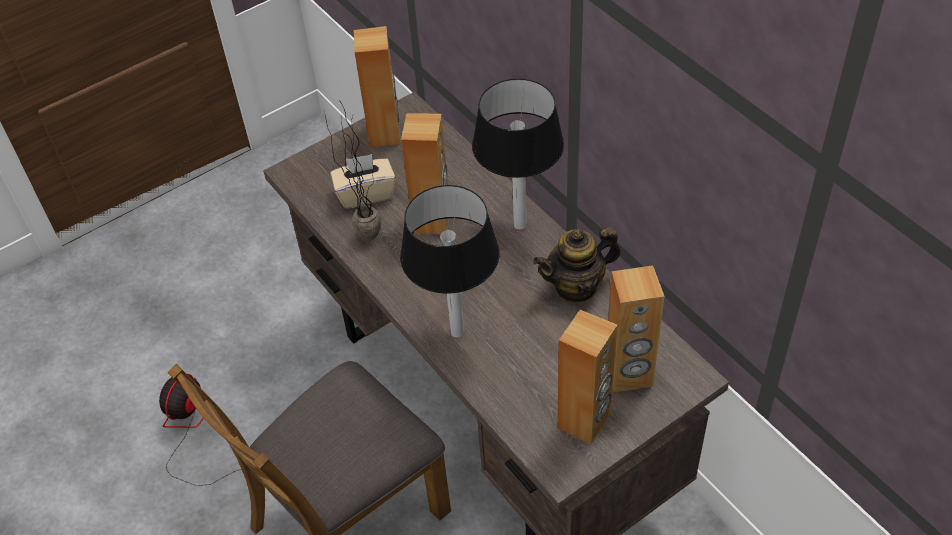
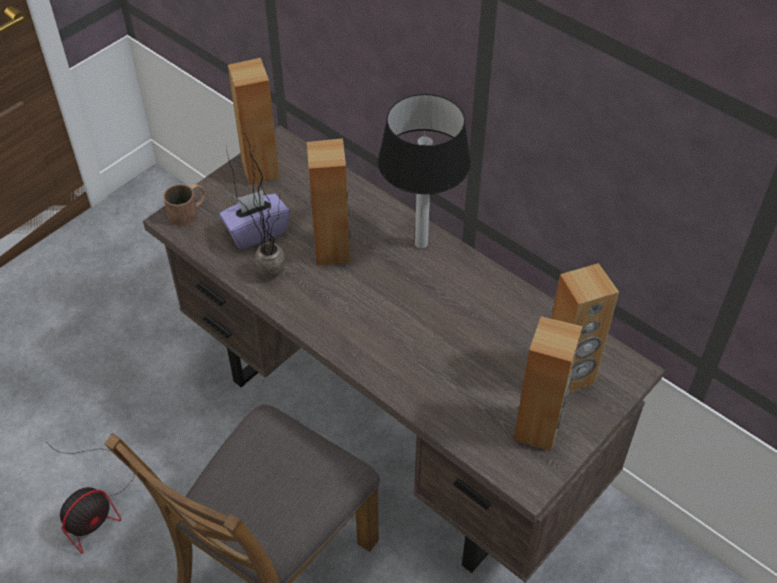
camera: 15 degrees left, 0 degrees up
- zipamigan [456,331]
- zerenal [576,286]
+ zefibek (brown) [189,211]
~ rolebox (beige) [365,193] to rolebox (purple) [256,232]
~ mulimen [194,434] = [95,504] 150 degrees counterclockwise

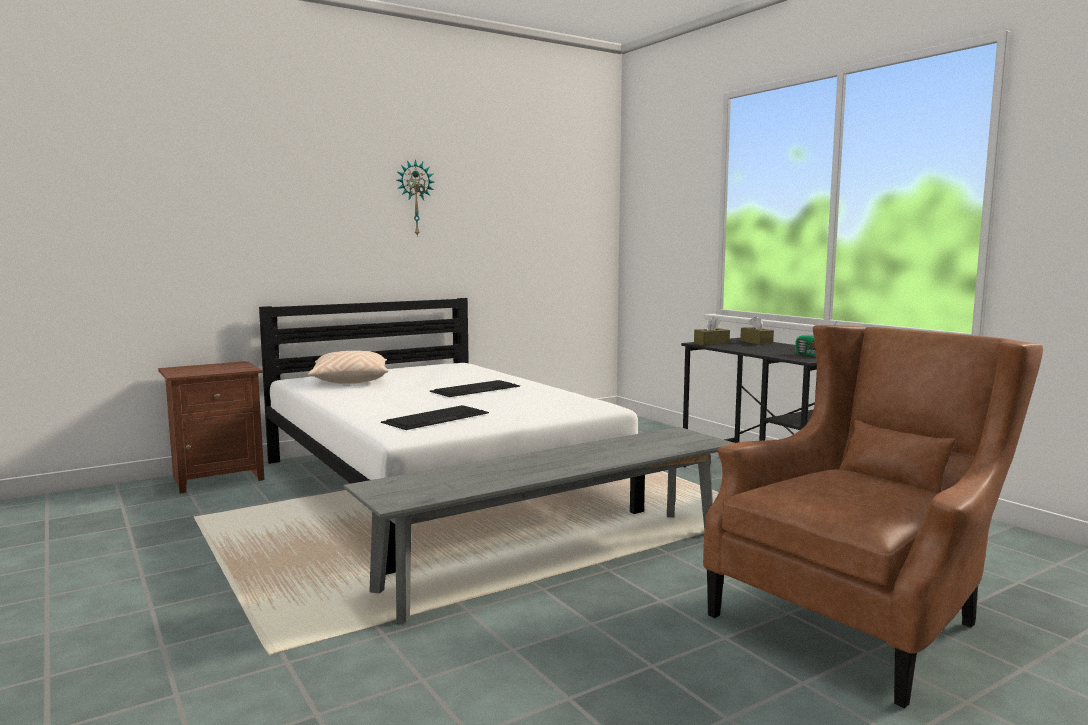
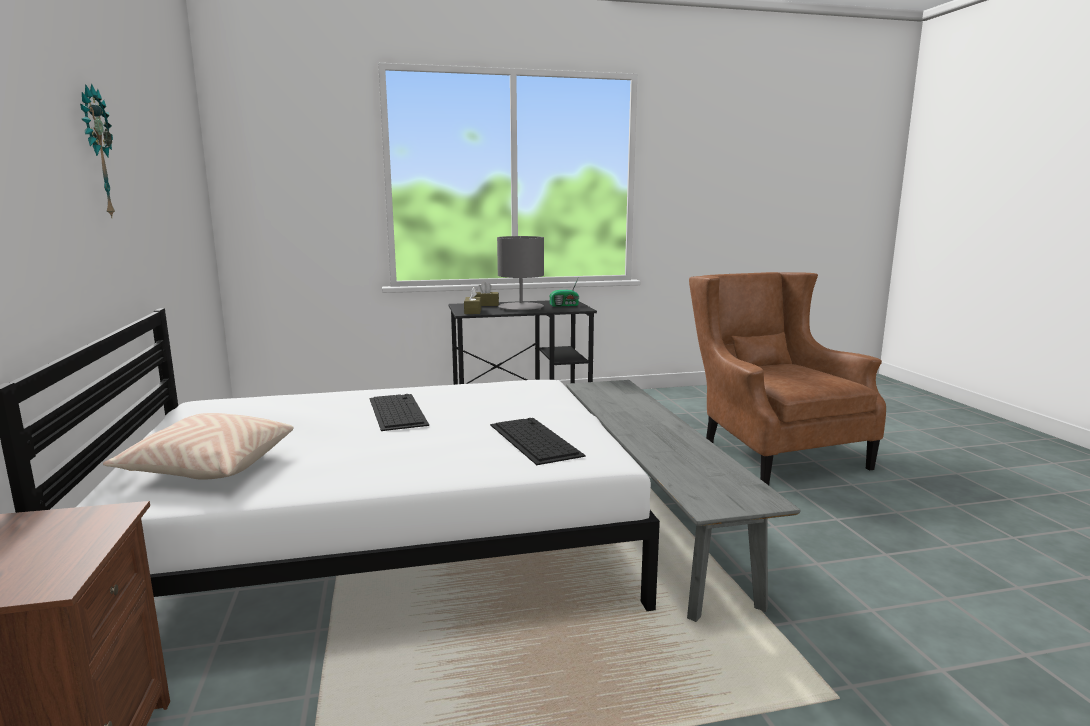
camera: 70 degrees left, 5 degrees up
+ zipamigan (grey) [521,307]

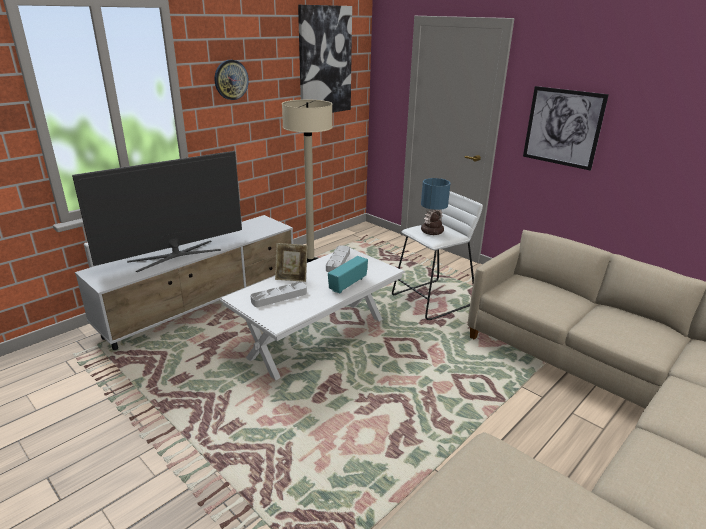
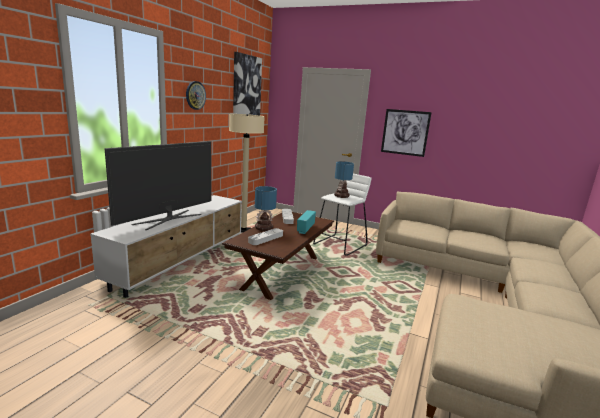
camera: 20 degrees left, 10 degrees down
~ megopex [291,278] to zipamigan [264,228]
~ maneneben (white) [318,338] to maneneben (brown) [282,273]

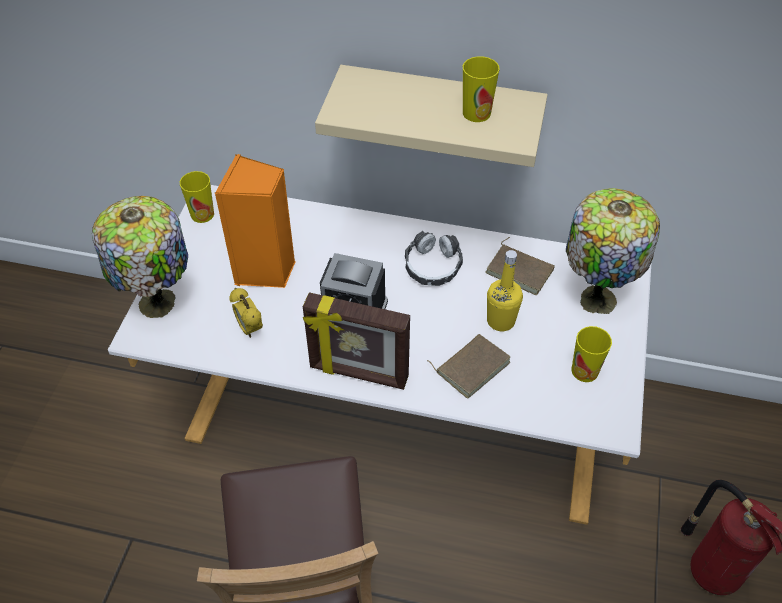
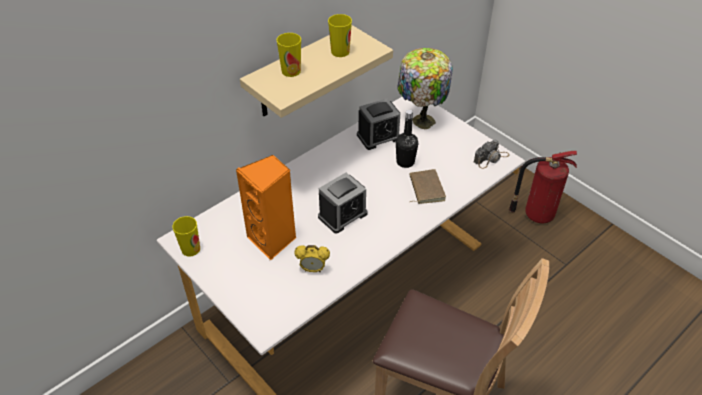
camera: 55 degrees left, 5 degrees down
- zipamigan [159,305]
- megopex [358,374]
- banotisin [432,266]
+ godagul [491,158]
~ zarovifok [584,371] to [291,71]
~ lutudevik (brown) [520,270] to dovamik [378,136]
~ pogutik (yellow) [500,321] to pogutik (black) [405,162]

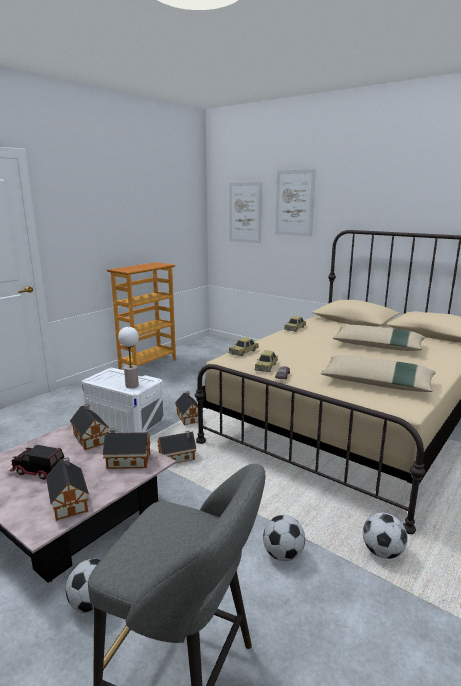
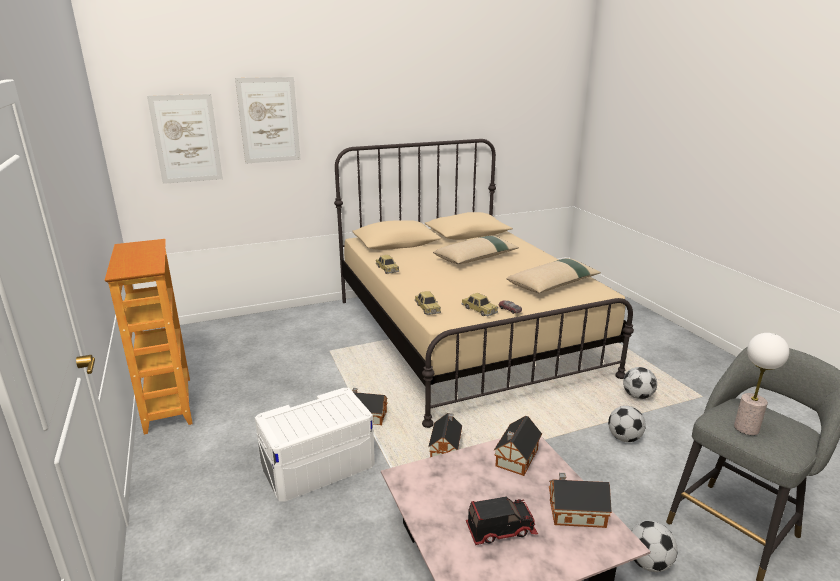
camera: 60 degrees left, 5 degrees up
- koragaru [90,437]
~ zipamigan [132,385] to [746,428]
~ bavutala [38,472] = [500,529] 150 degrees counterclockwise

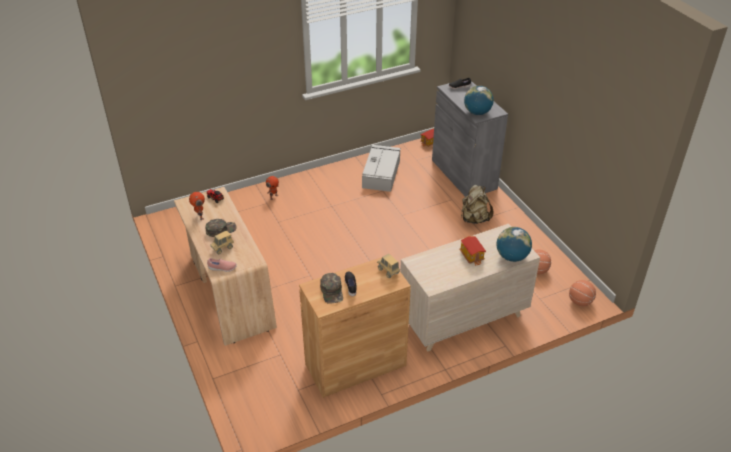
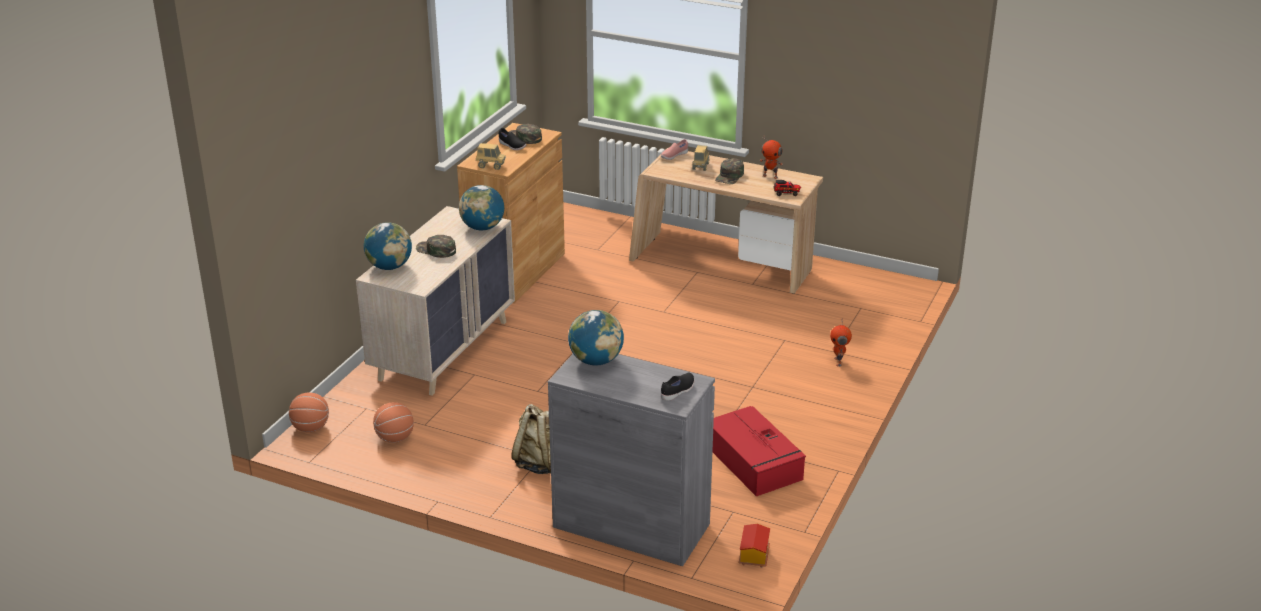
camera: 140 degrees right, 10 degrees down
+ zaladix [482,228]
~ koragaru [472,256] to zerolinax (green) [436,250]
~ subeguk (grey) [381,173] to subeguk (red) [753,462]

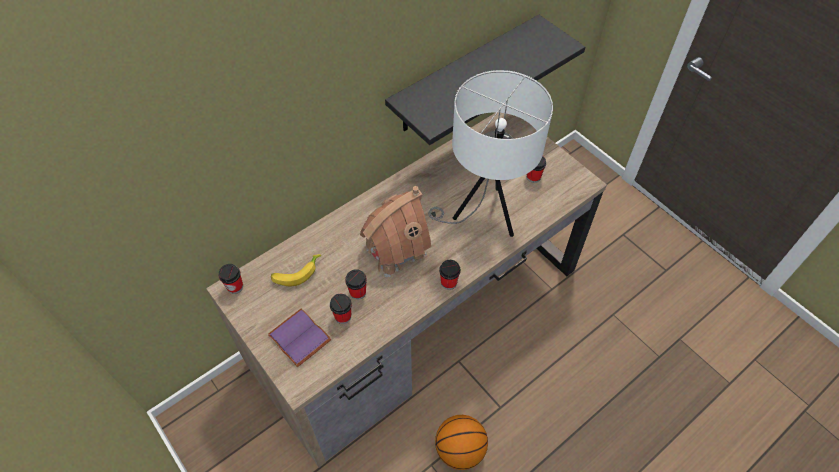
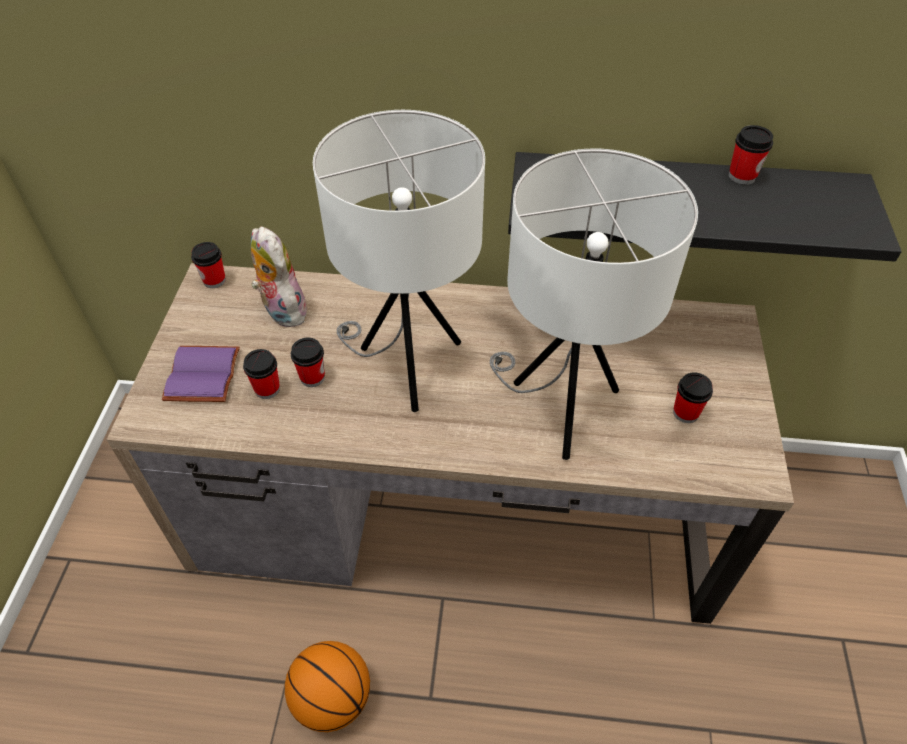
camera: 45 degrees right, 5 degrees down
~ zarovifok [449,282] to [742,176]
~ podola [296,273] to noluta [281,310]
~ koragaru [395,249] to zipamigan (white) [407,365]

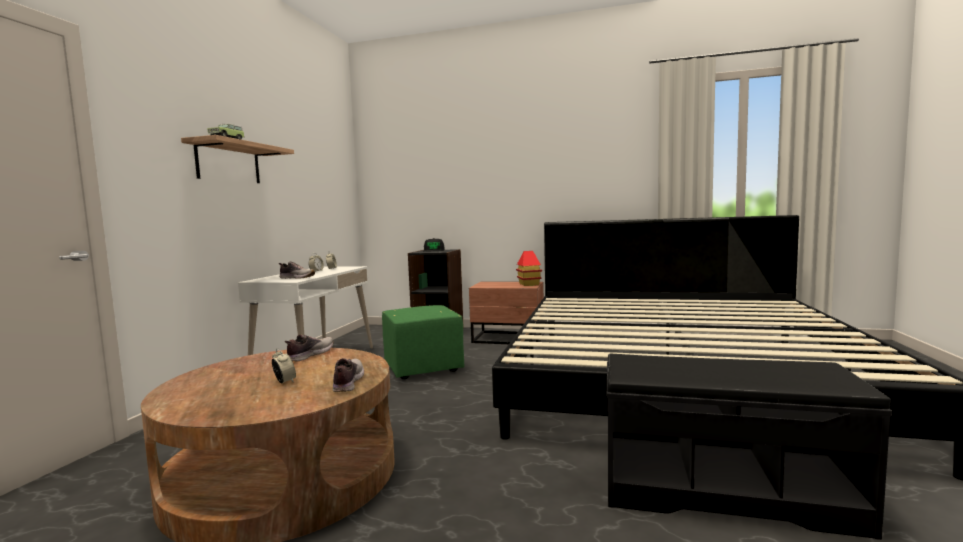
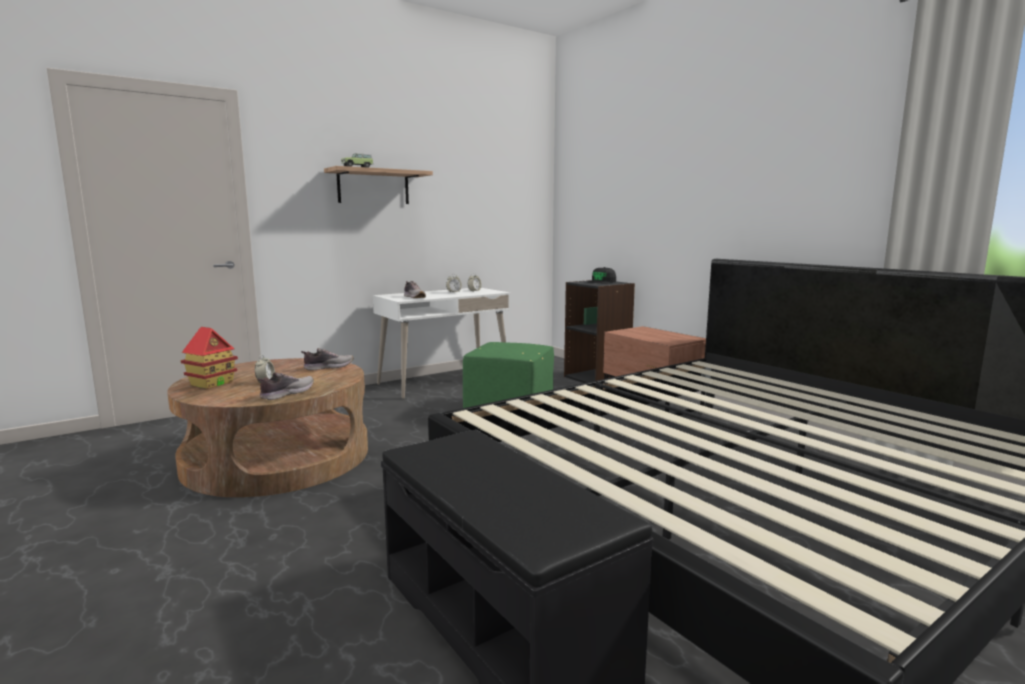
camera: 40 degrees right, 5 degrees up
~ koragaru [529,284] to [212,383]

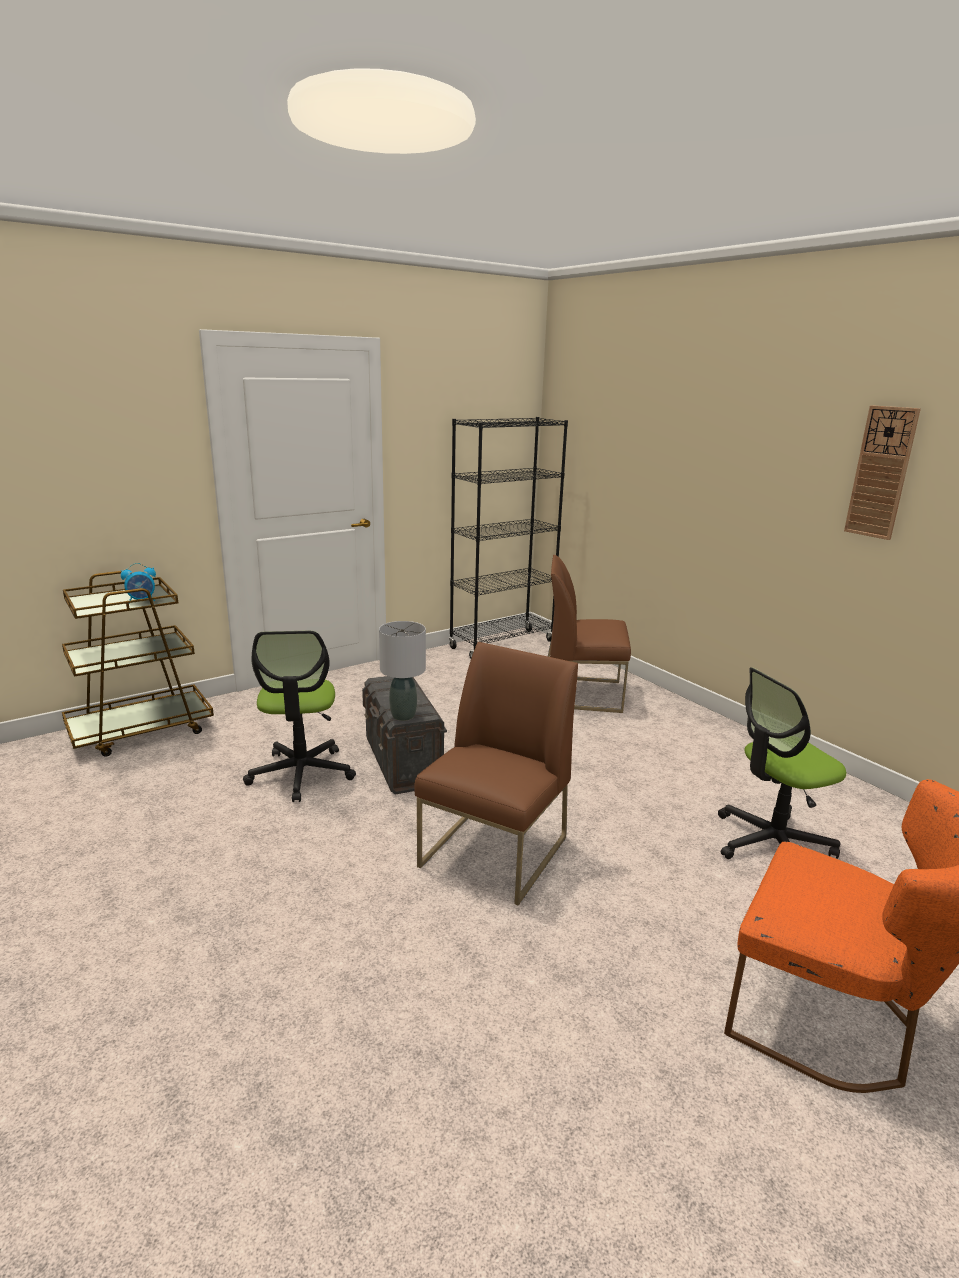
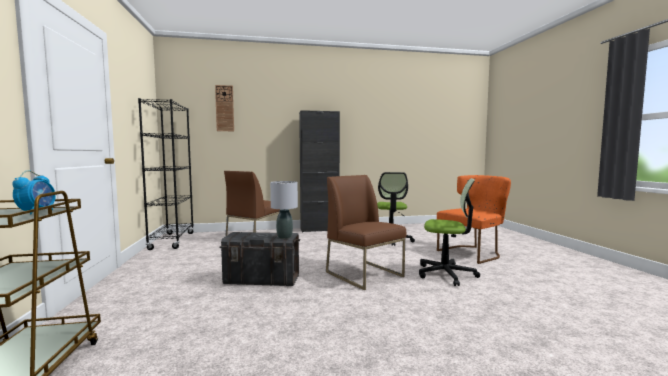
camera: 65 degrees left, 15 degrees down
+ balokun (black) [319,229]
~ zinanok [301,774] to [446,274]
~ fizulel [881,473] to [224,108]

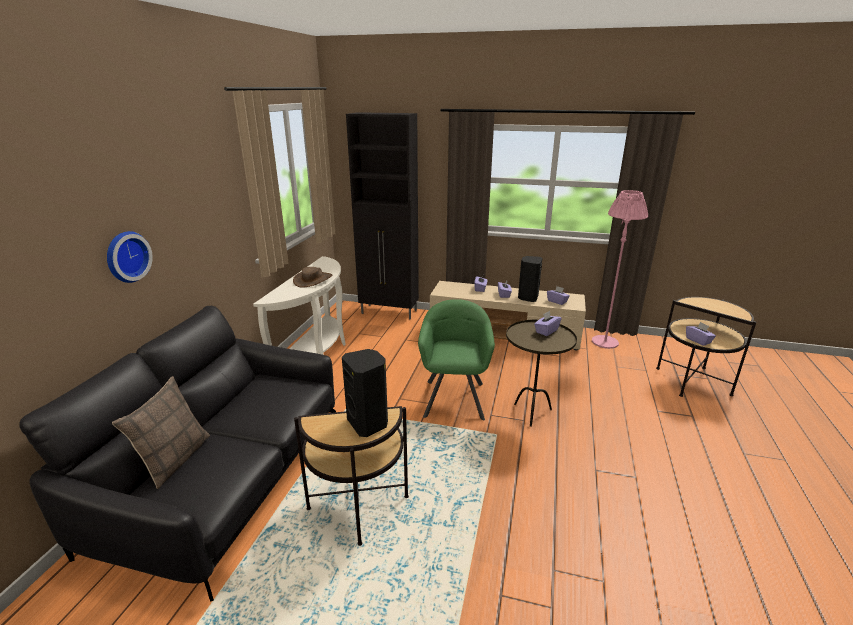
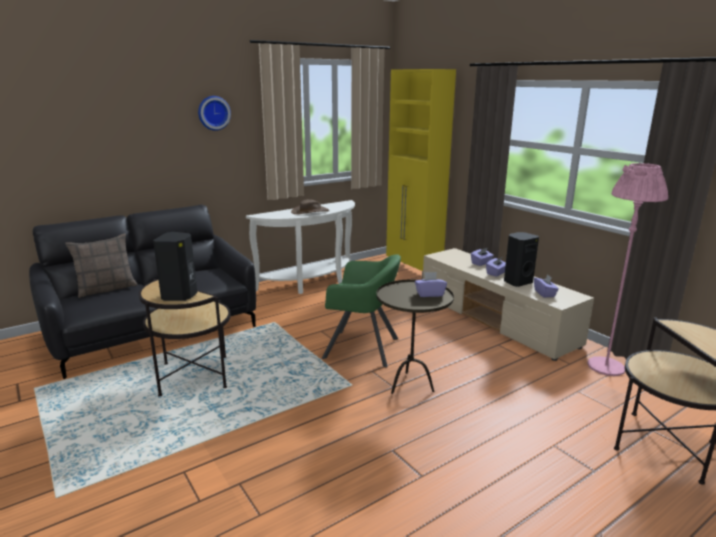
camera: 40 degrees right, 5 degrees down
- rolebox (purple) [698,340]
~ fizulel [126,256] to [213,113]
~ balokun (black) [389,312] to balokun (yellow) [413,273]
~ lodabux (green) [455,399] = [362,348] 60 degrees clockwise

